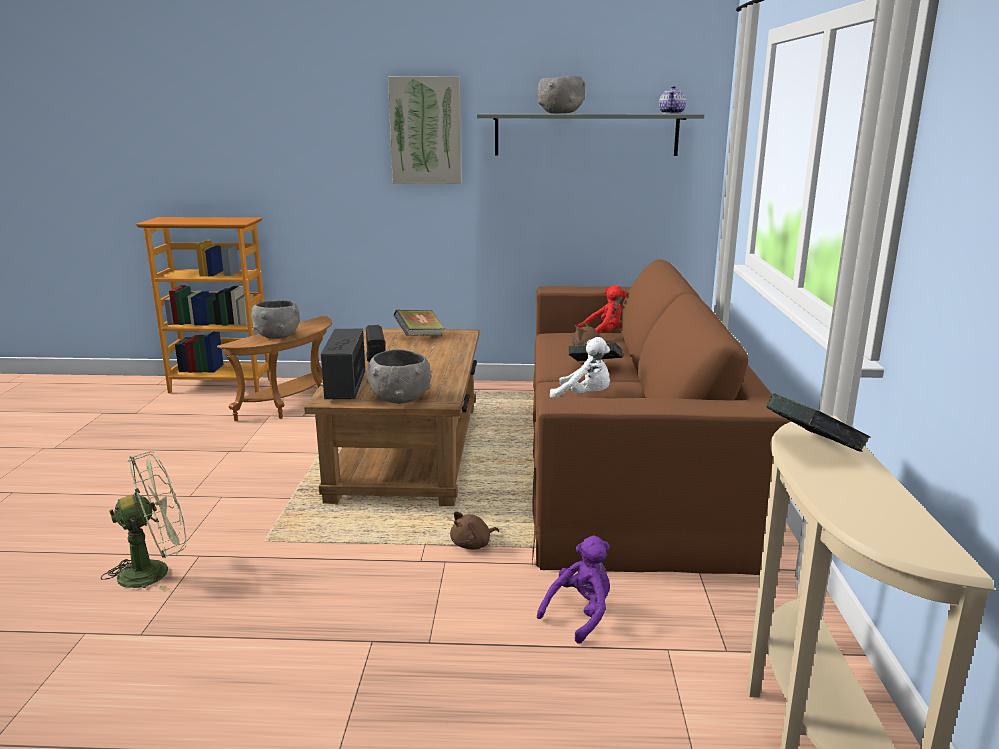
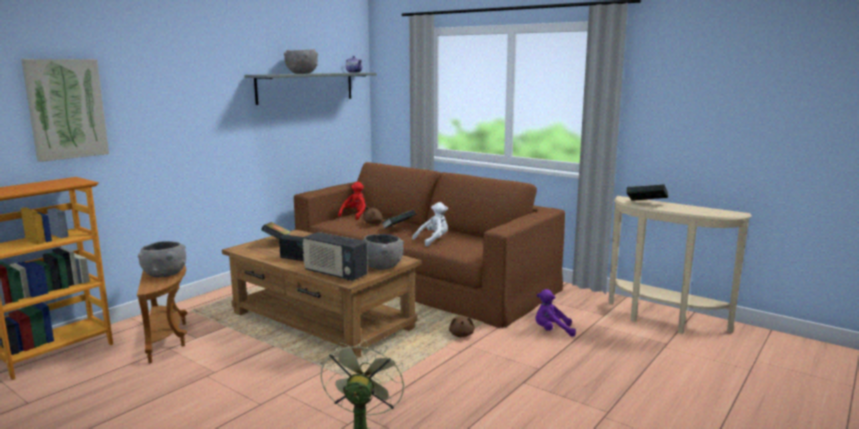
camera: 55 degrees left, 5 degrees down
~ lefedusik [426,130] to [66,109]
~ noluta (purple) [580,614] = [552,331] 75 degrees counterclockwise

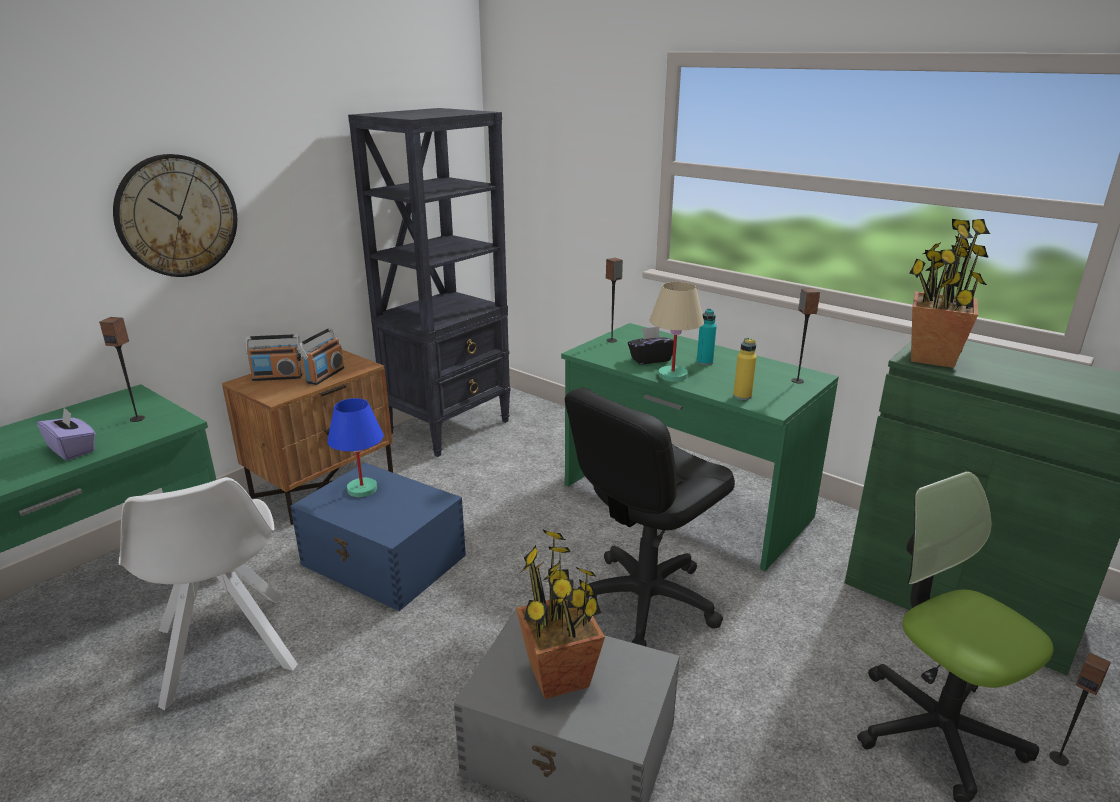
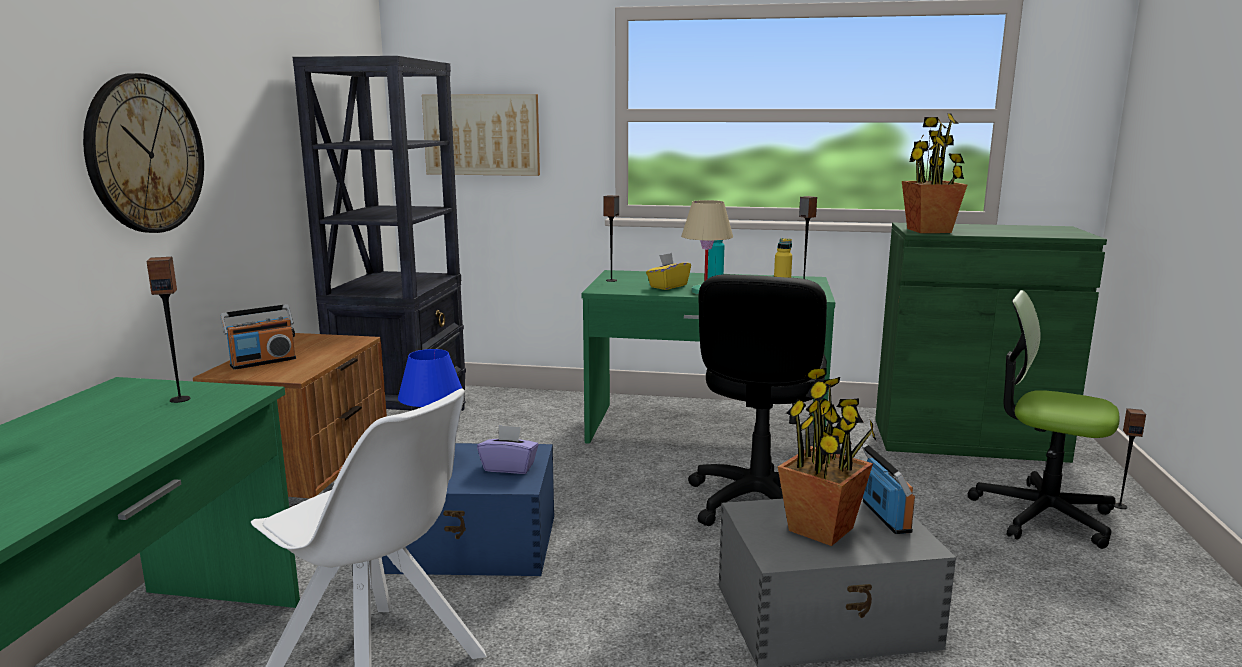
camera: 30 degrees left, 10 degrees down
+ lefedusik [482,134]
~ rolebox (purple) [73,449] to [509,467]
~ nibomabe [325,375] to [885,516]
~ rolebox (black) [650,359] to rolebox (yellow) [668,286]

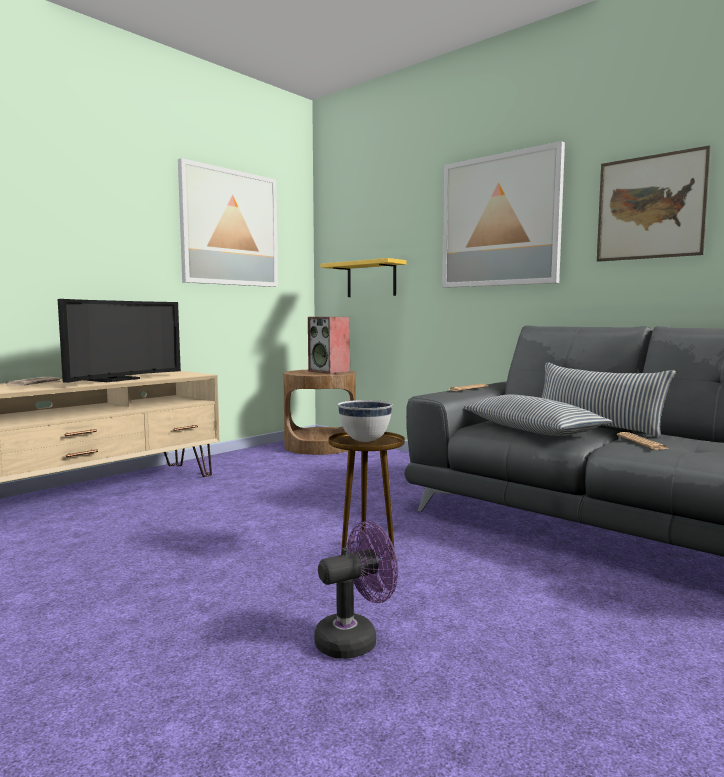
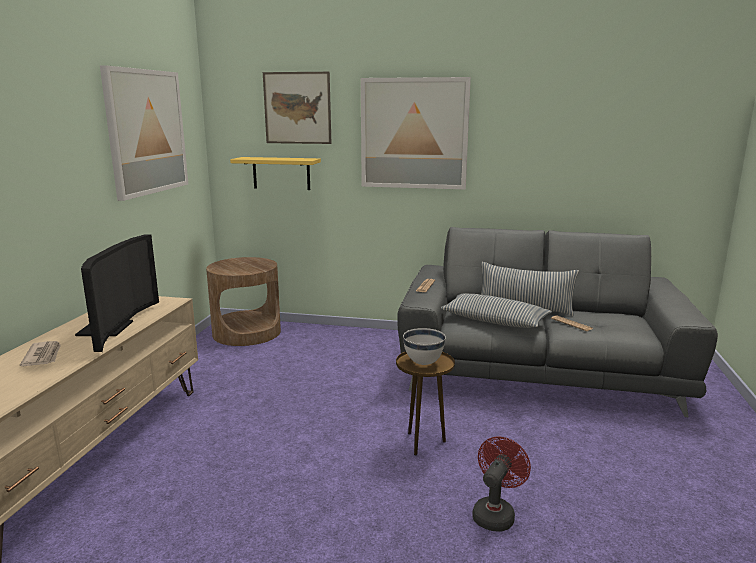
camera: 30 degrees left, 10 degrees up
- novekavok [329,371]
~ lefedusik [650,207] to [297,108]
~ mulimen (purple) [355,639] to mulimen (red) [495,513]

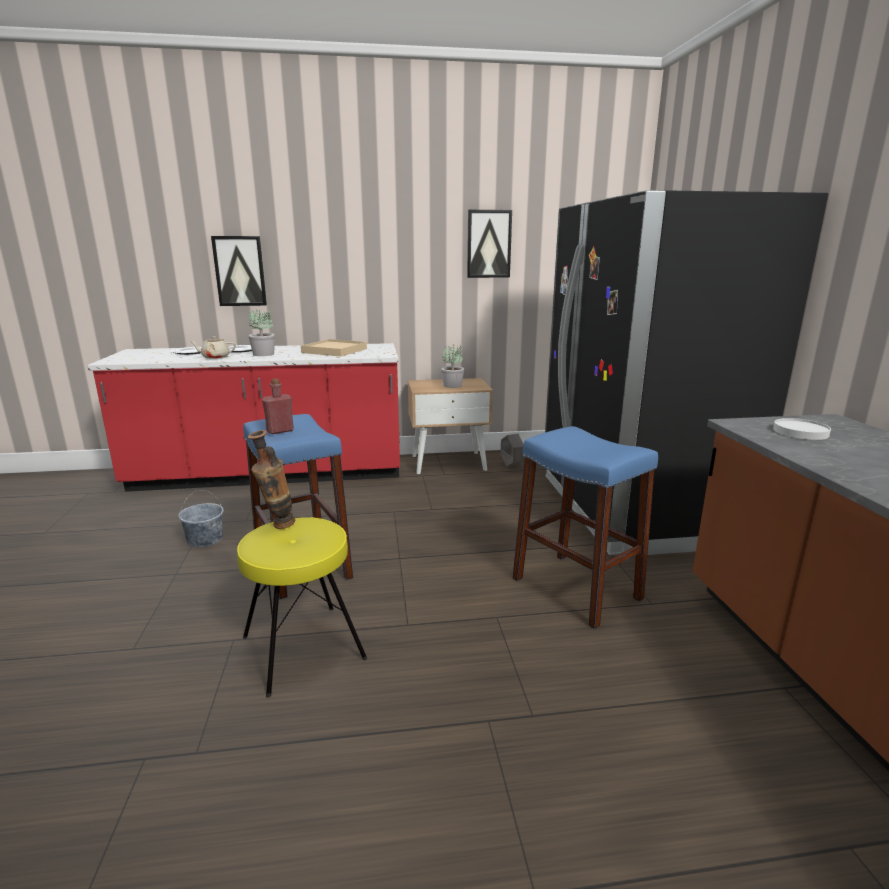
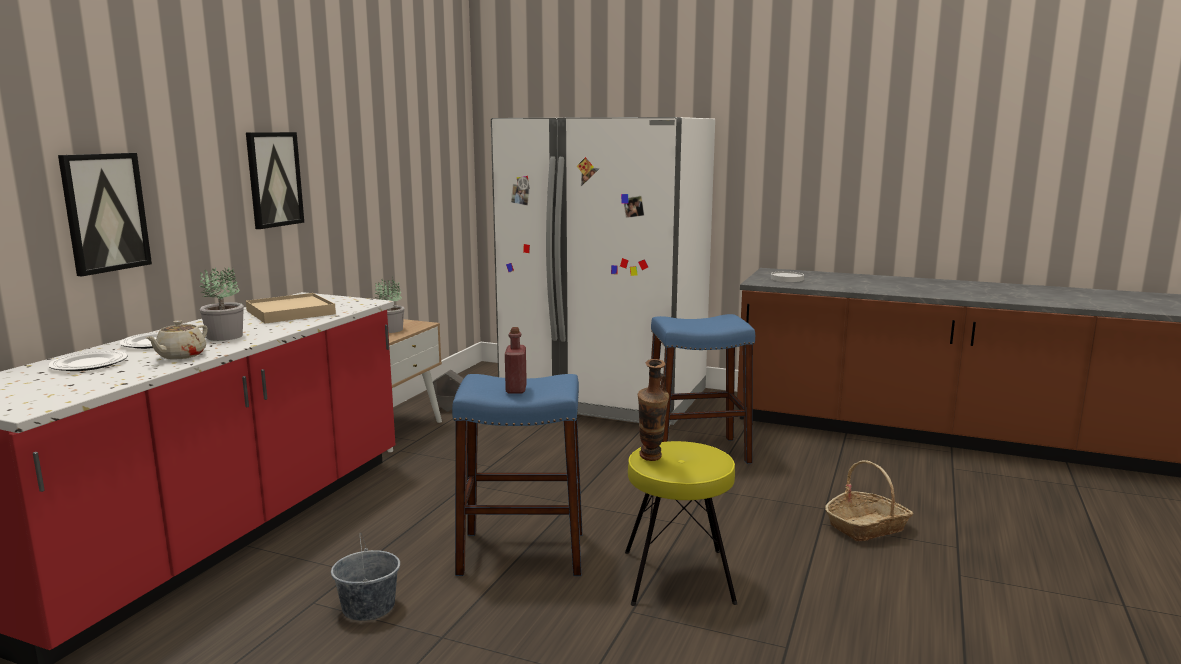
camera: 60 degrees left, 5 degrees down
+ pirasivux [867,527]
~ lefedusik [488,244] to [274,179]
~ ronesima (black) [633,508] to ronesima (white) [605,398]

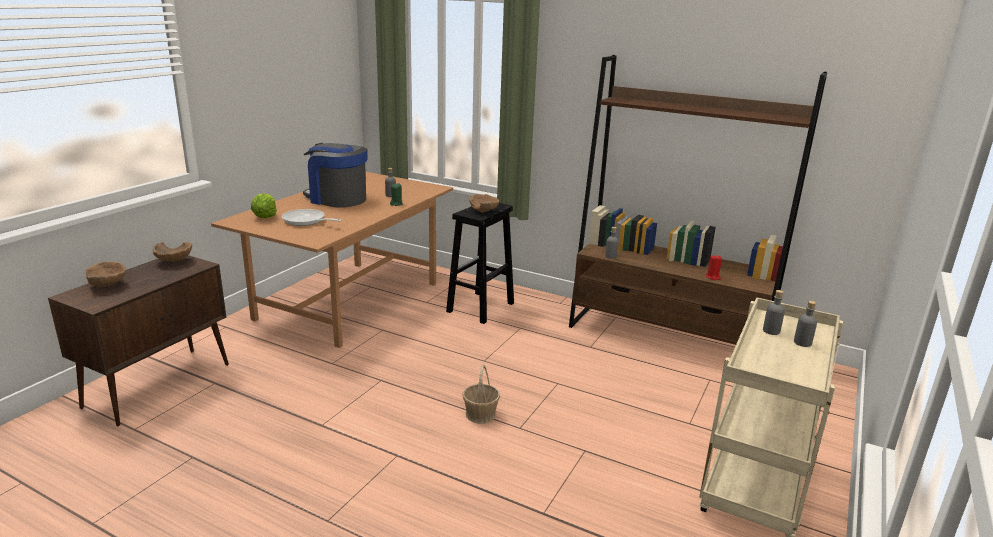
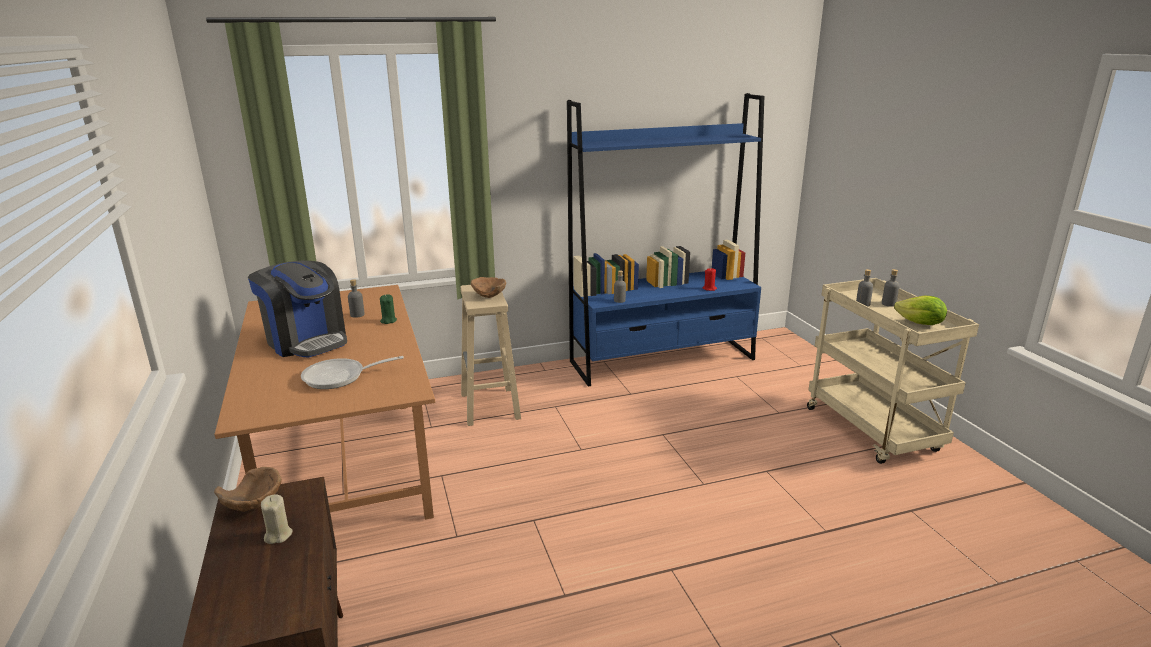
camera: 45 degrees left, 0 degrees up
- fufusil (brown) [108,286]
- pirasivux [480,414]
+ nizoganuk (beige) [278,535]
~ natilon [265,217] to [920,324]
~ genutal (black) [480,308] to genutal (beige) [490,407]
~ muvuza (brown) [666,338] to muvuza (blue) [663,360]
~ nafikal [337,199] = [306,341] 120 degrees counterclockwise

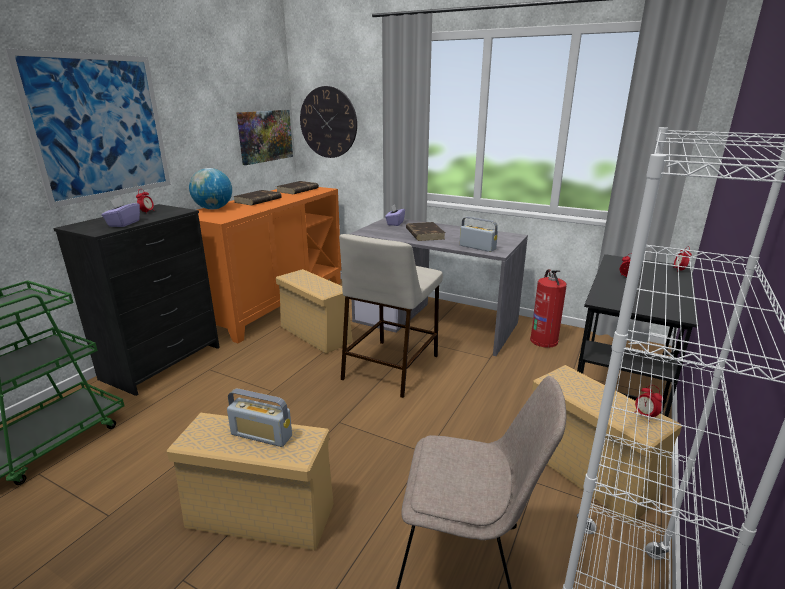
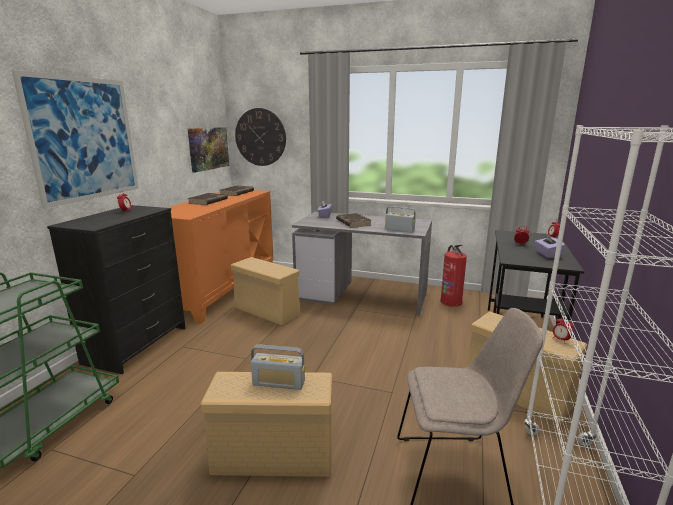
camera: 10 degrees left, 5 degrees down
- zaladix [213,208]
- genutal (beige) [391,366]
~ rolebox (purple) [123,223] to [547,254]

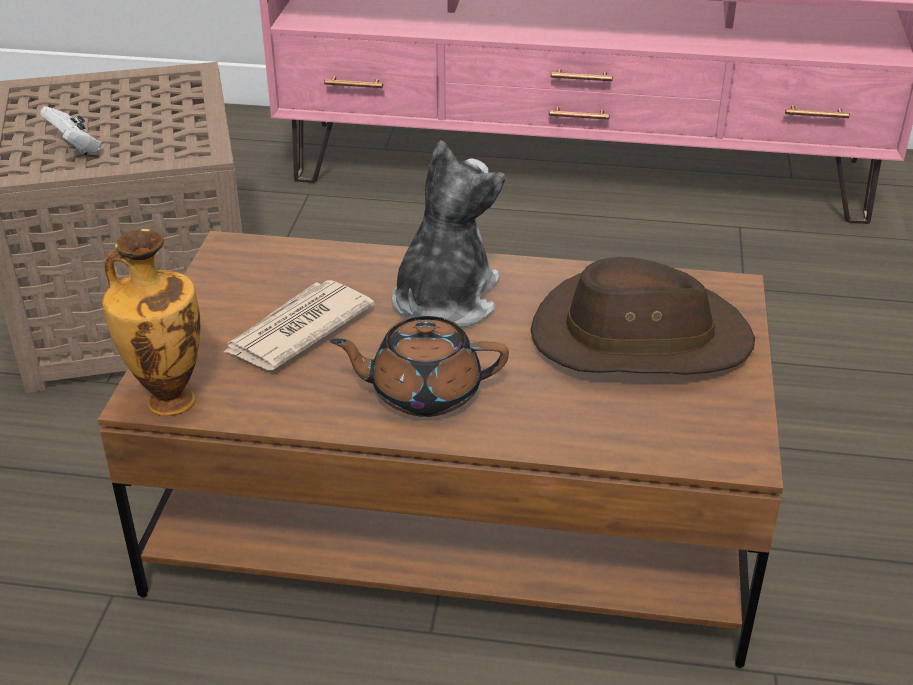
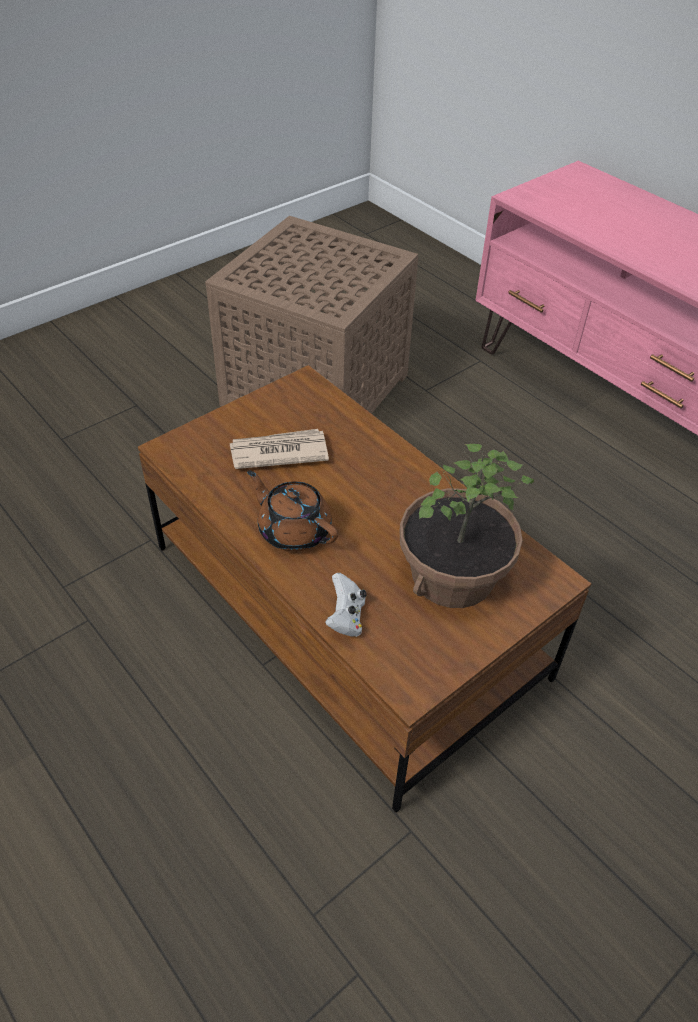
camera: 40 degrees right, 10 degrees up
- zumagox [168,400]
- noluta [444,300]
~ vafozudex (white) [76,149] to [346,618]
~ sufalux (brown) [638,338] to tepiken [452,574]

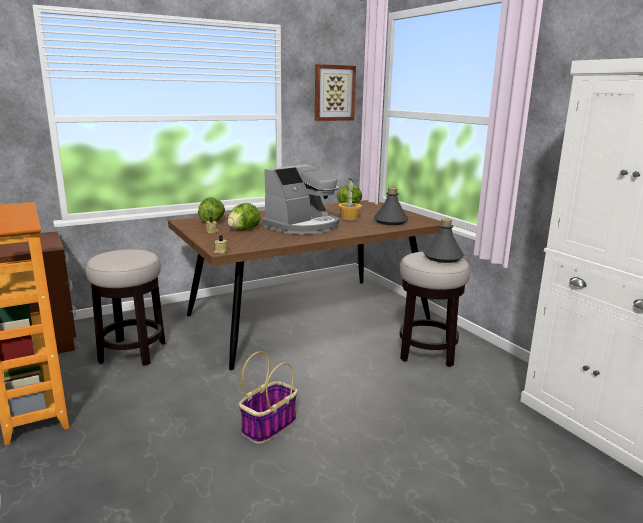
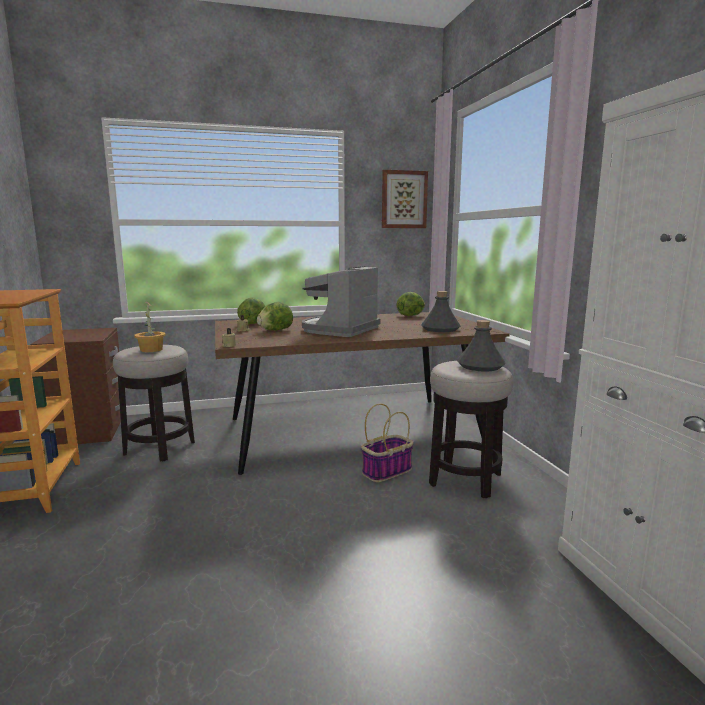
camera: 15 degrees right, 5 degrees down
~ pirasivux [269,425] to [387,471]
~ tepiken [349,218] to [151,350]
~ nafikal [303,226] = [339,329] 150 degrees clockwise

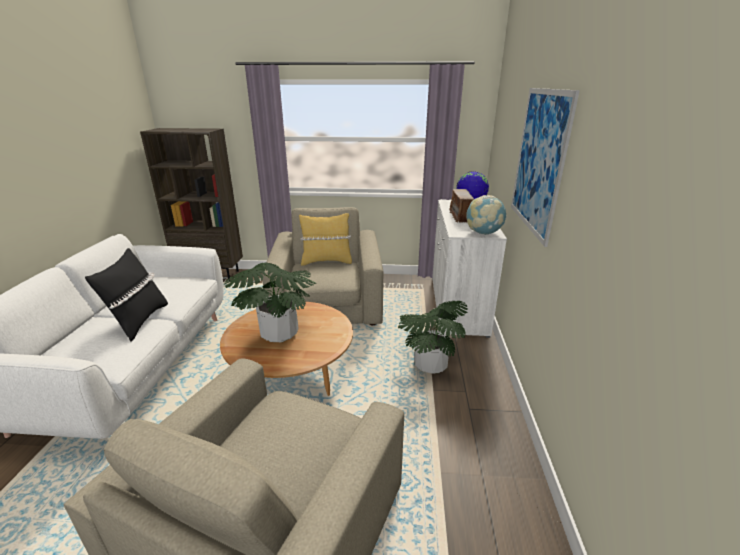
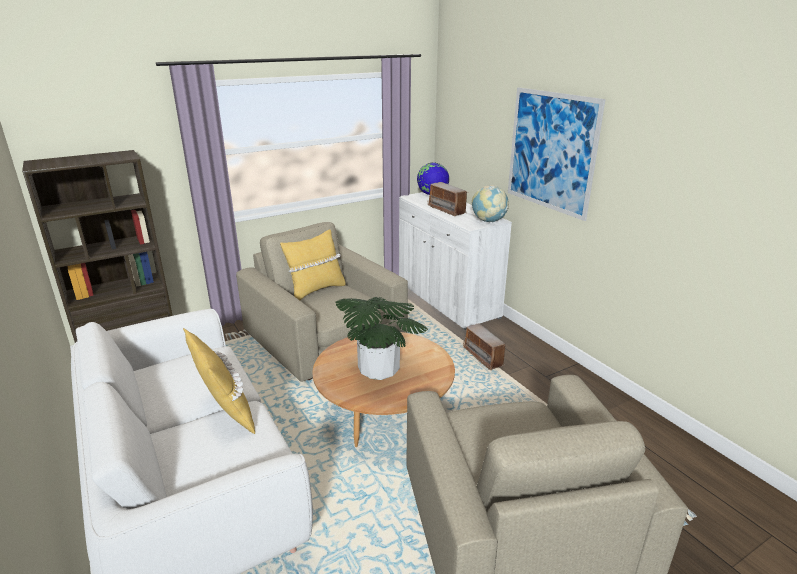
camera: 35 degrees left, 0 degrees up
~ tepiken [430,365] to nibomabe [483,357]
~ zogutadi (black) [139,321] to zogutadi (yellow) [225,414]

